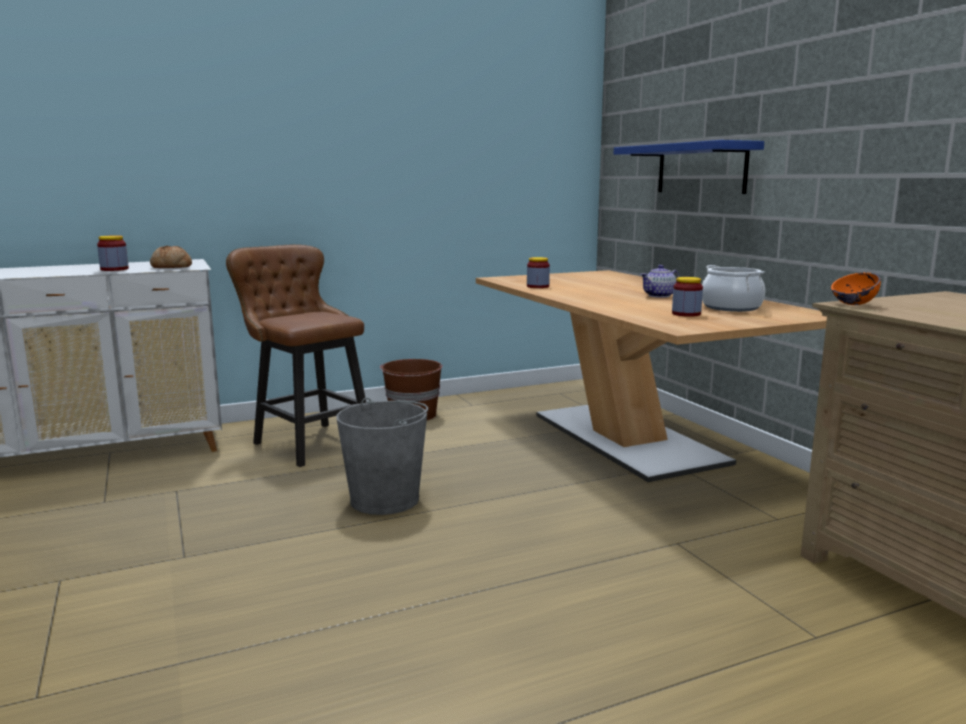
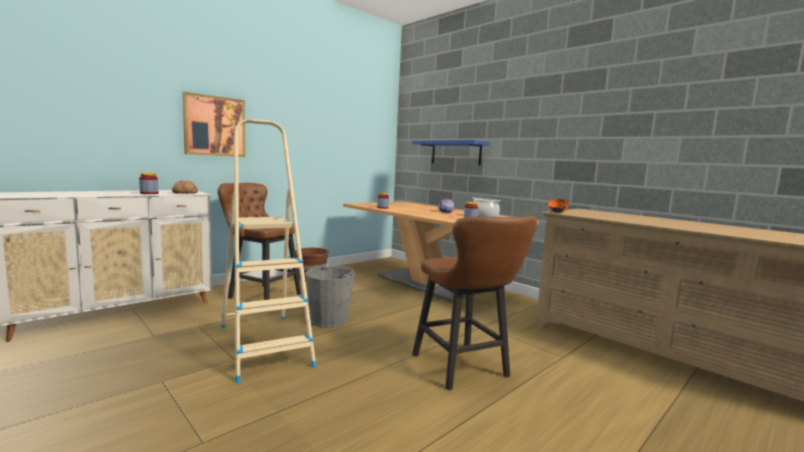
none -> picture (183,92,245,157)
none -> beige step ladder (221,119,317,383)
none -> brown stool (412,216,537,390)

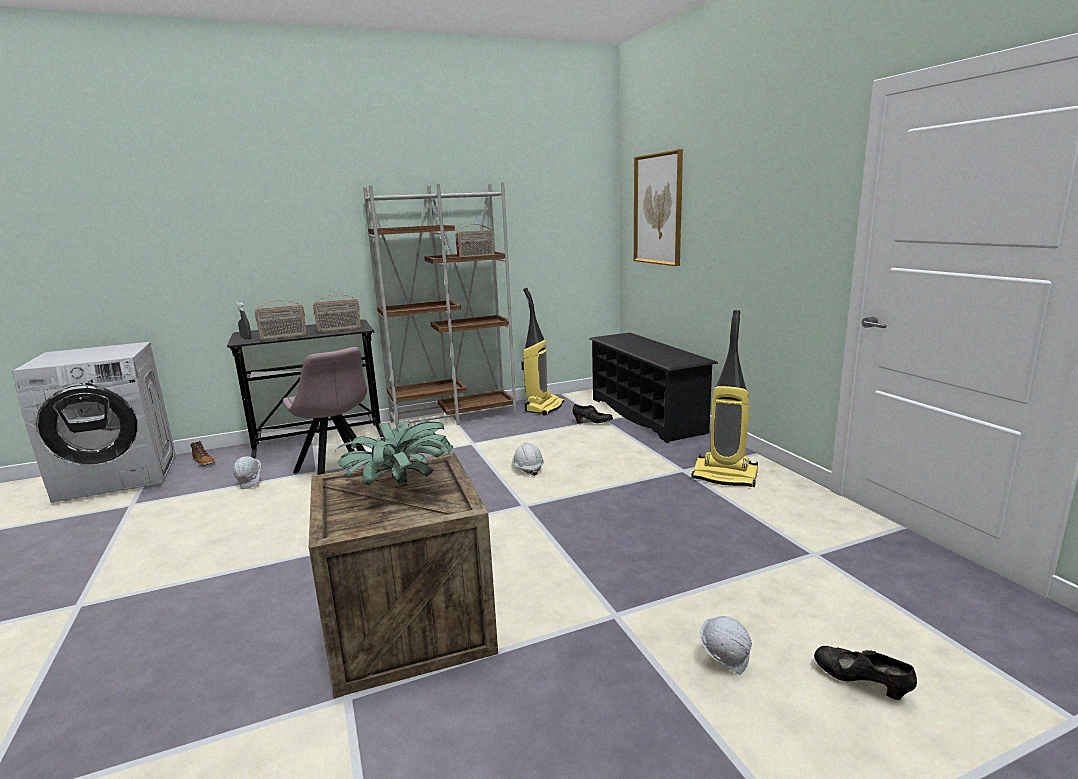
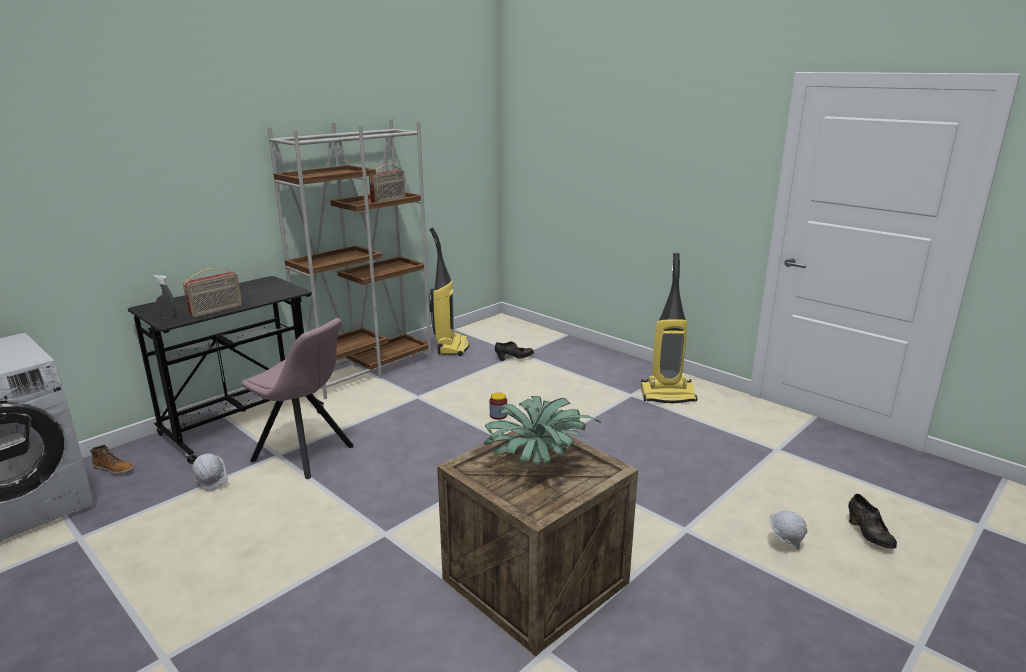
picture (634,149,683,266) -> none
radio (313,294,361,333) -> none
black shoe rack (589,333,718,443) -> none
white hard hat (512,442,544,476) -> jar (490,392,507,420)
black shoe (814,646,917,700) -> black shoe (848,494,897,549), 120 degrees counterclockwise

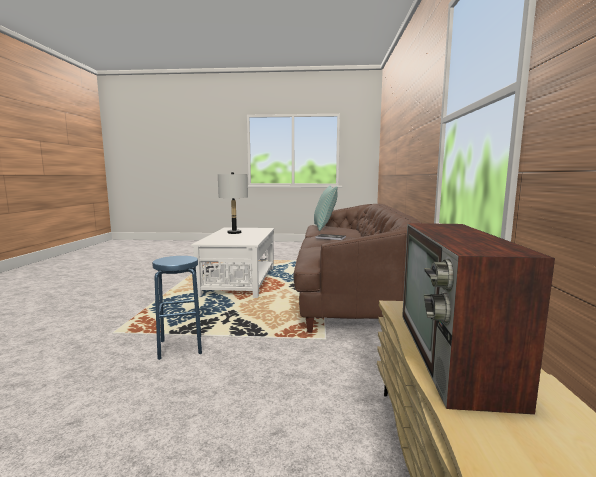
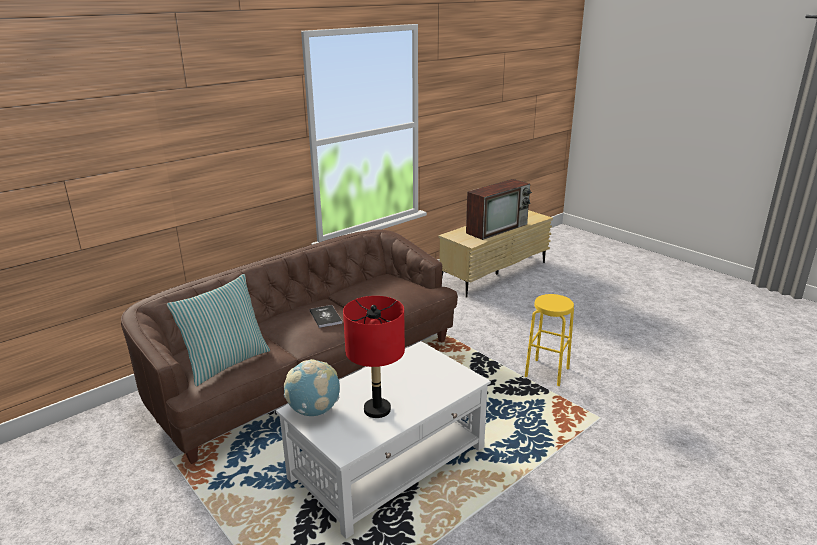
grey table lamp (218,172,248,234) -> red table lamp (343,296,405,418)
blue stool (152,256,202,360) -> yellow stool (525,294,574,386)
none -> globe (284,359,340,416)

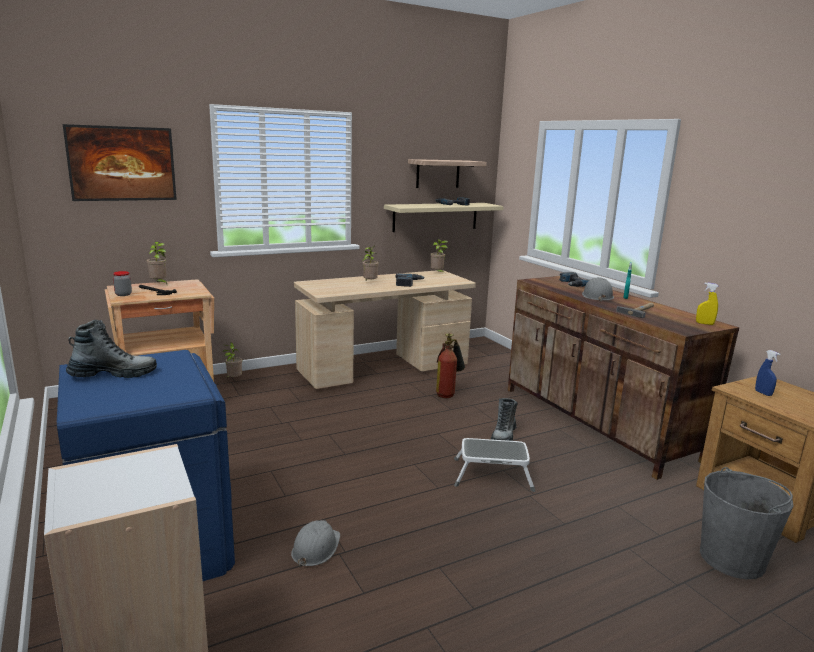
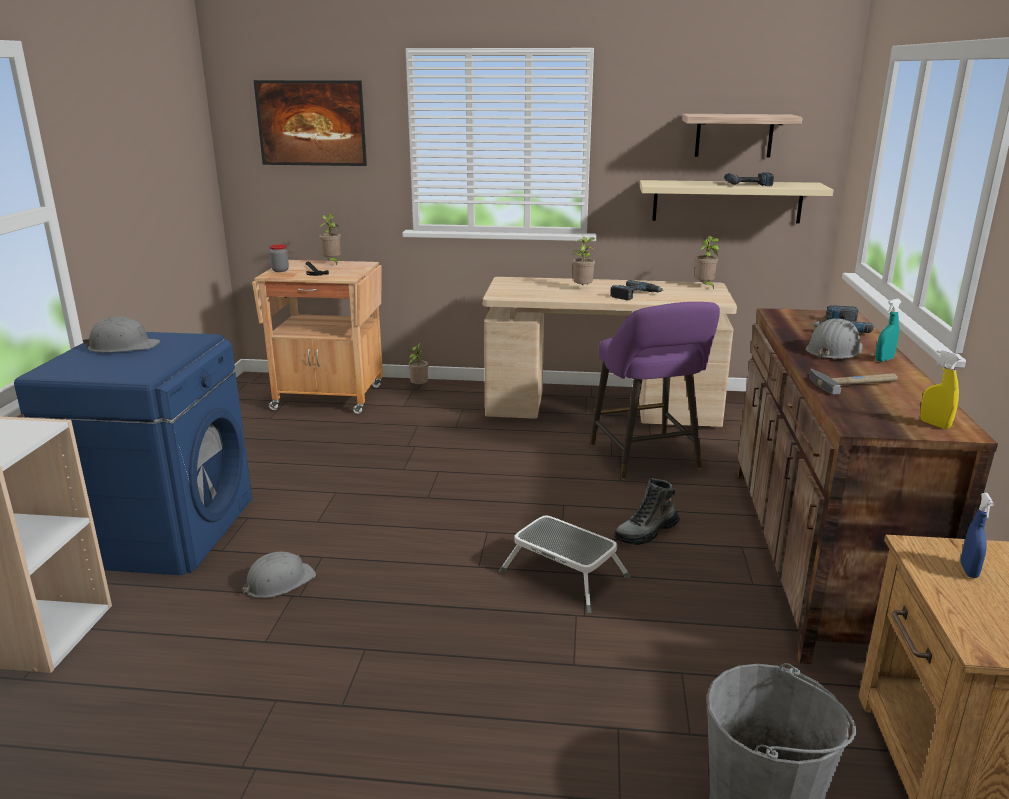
boot (66,320,157,378) -> grey hard hat (82,317,160,352)
fire extinguisher (436,333,465,398) -> purple stool (590,302,720,480)

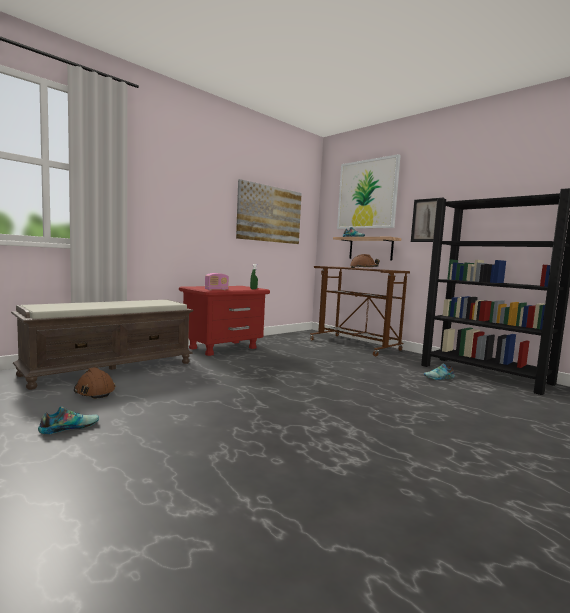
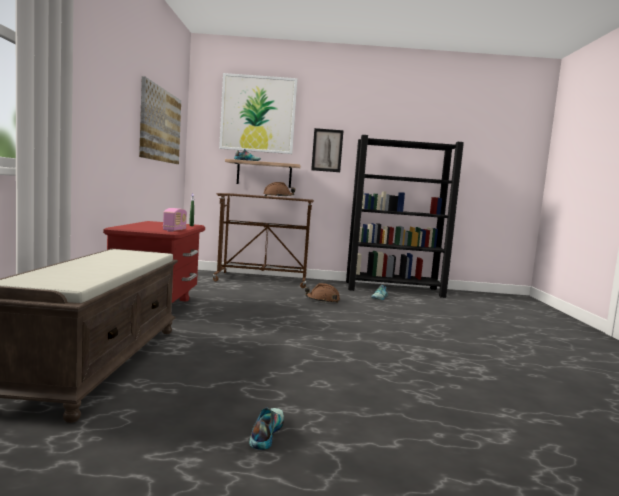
brown hard hat (74,367,116,399) -> brown hard hat (305,283,340,303), moved

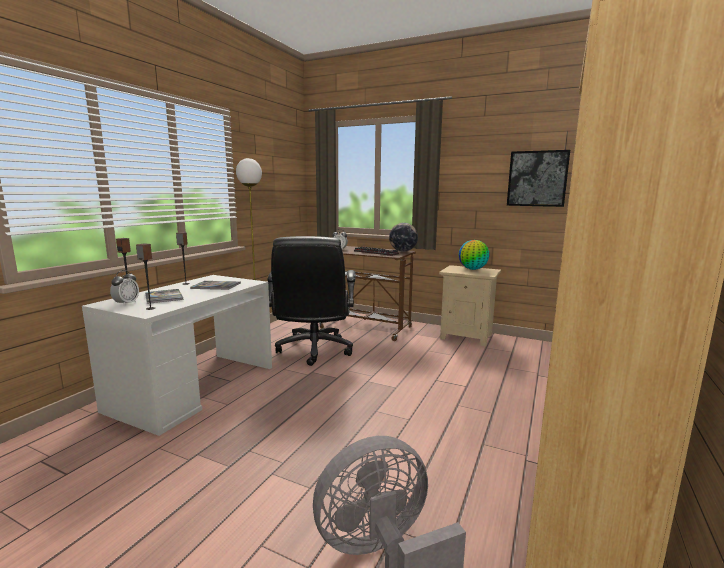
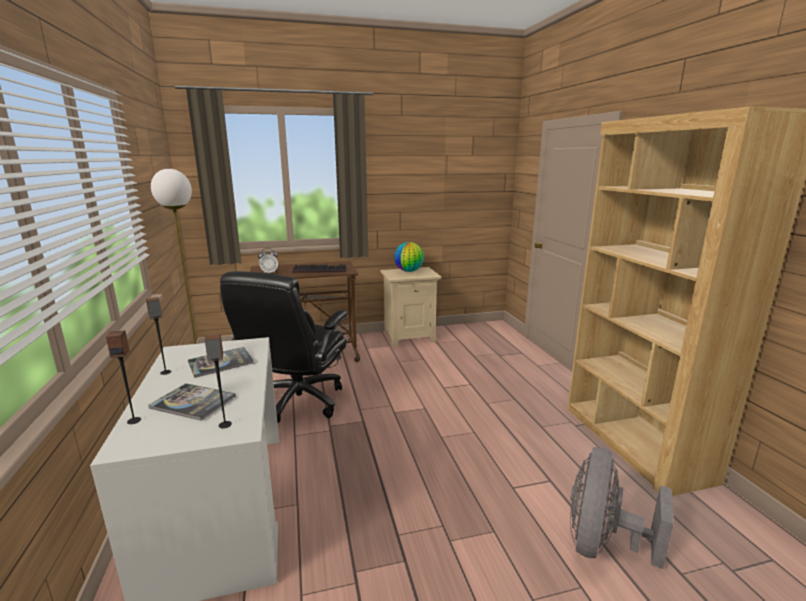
picture (507,150,570,207) -> none
globe (389,223,418,252) -> none
black office chair (267,236,356,366) -> black office chair (220,271,347,423), 60 degrees clockwise
alarm clock (110,270,139,306) -> none

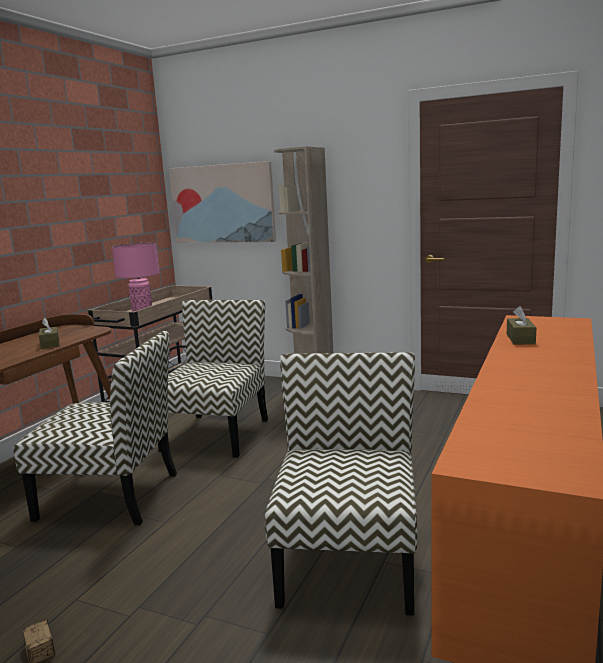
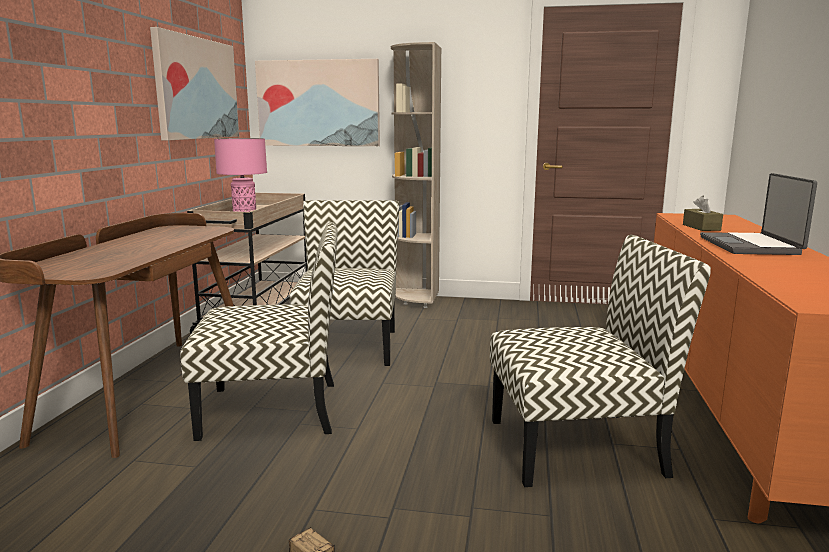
brown tissue box (39,318,59,349) -> none
chair (265,352,417,616) -> chair (490,235,711,487), 90 degrees clockwise
none -> picture (150,27,239,141)
none -> laptop (700,173,817,255)

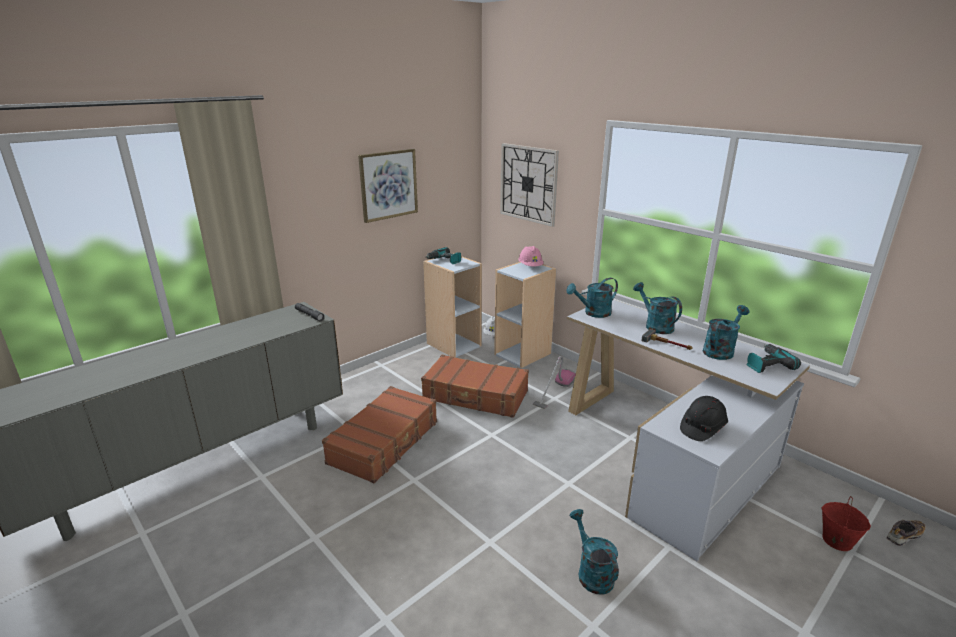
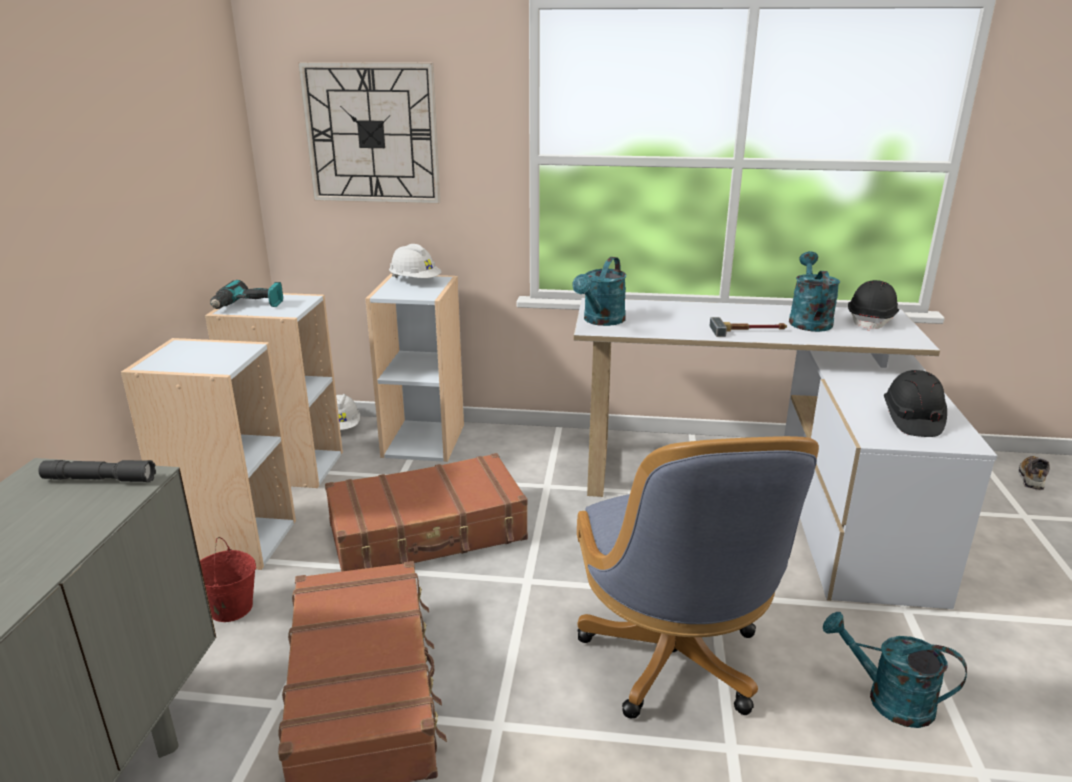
picture (358,149,418,223) -> none
pink hard hat (518,246,544,266) -> white hard hat (389,244,441,278)
turquoise watering can (633,282,682,334) -> none
power drill (747,344,801,373) -> black hard hat (848,280,899,331)
vacuum cleaner (533,356,576,409) -> none
red bucket (821,496,871,551) -> red bucket (200,537,256,622), moved
none -> bookcase (121,338,296,570)
none -> blue office chair (577,436,819,718)

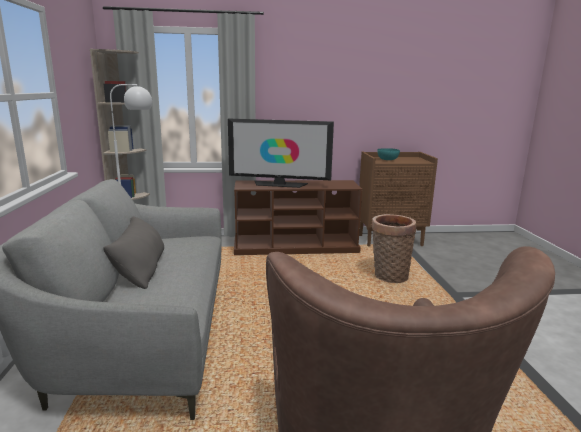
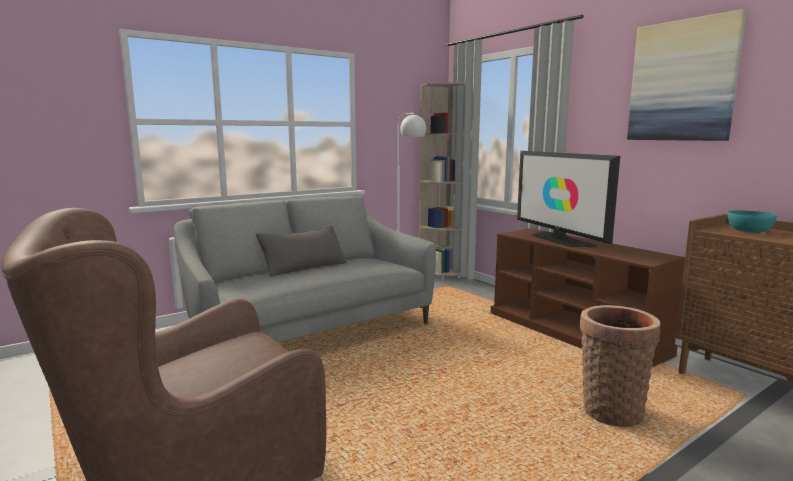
none -> picture (627,9,746,141)

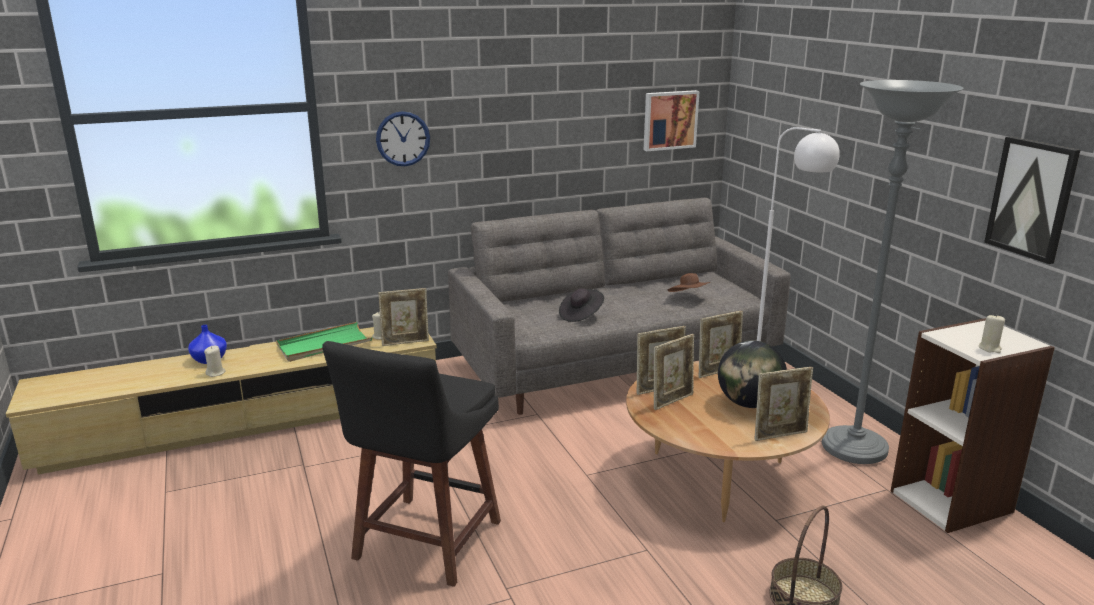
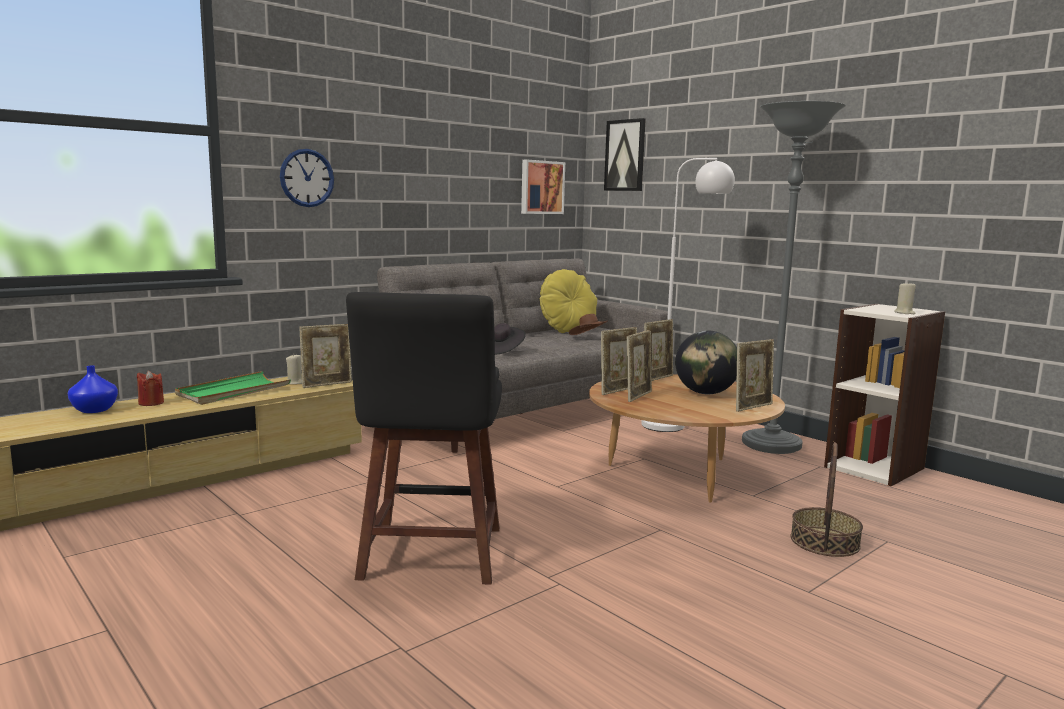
picture (984,136,1080,264) -> picture (604,118,646,191), moved
beige candle (204,345,226,377) -> none
none -> yellow pillow (540,269,597,333)
none -> red candle (137,371,164,406)

